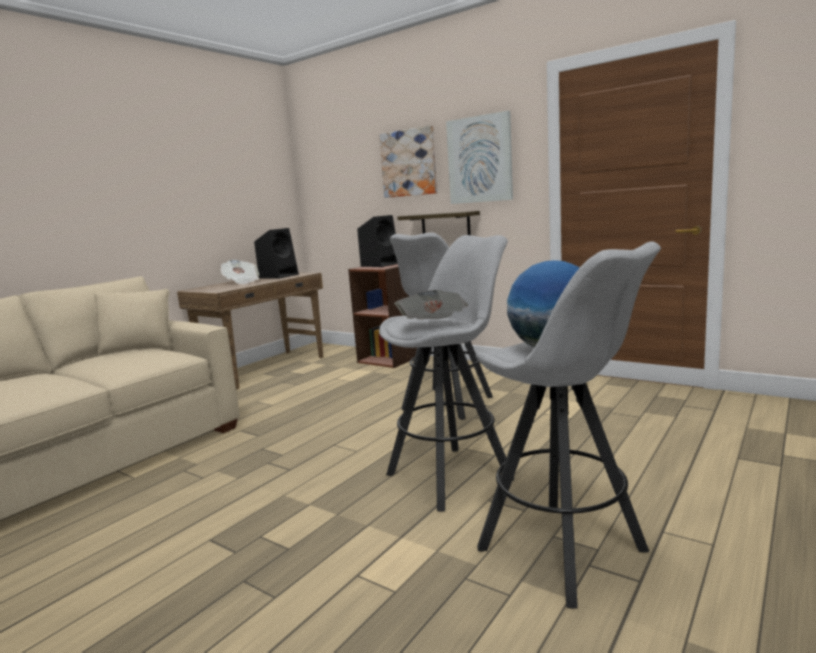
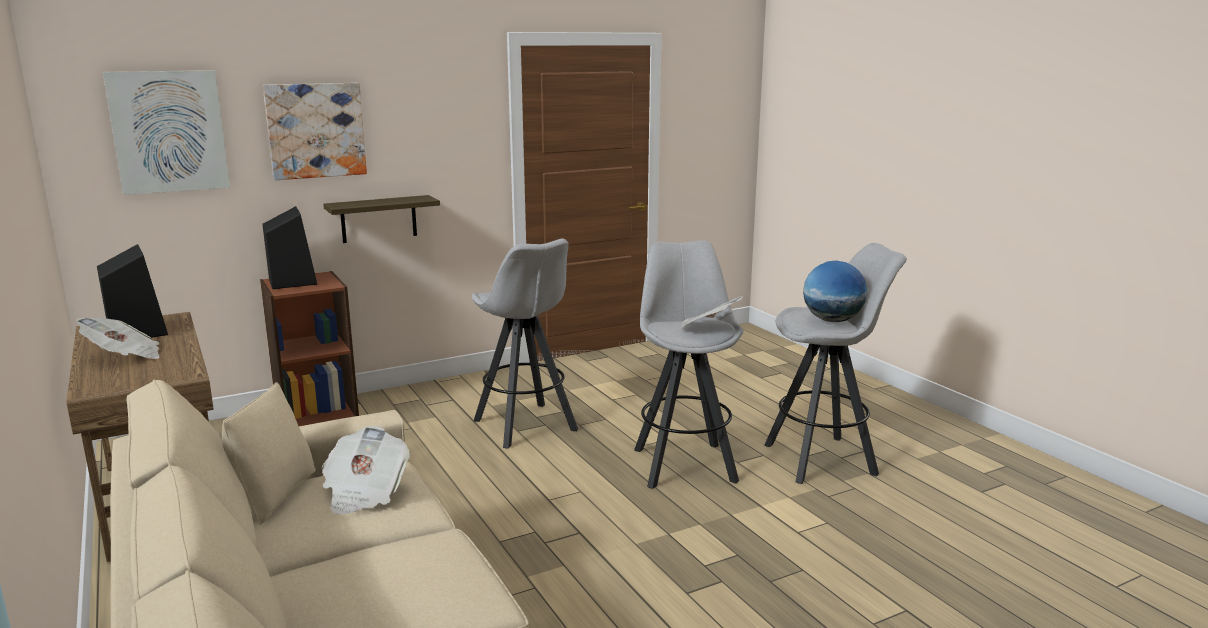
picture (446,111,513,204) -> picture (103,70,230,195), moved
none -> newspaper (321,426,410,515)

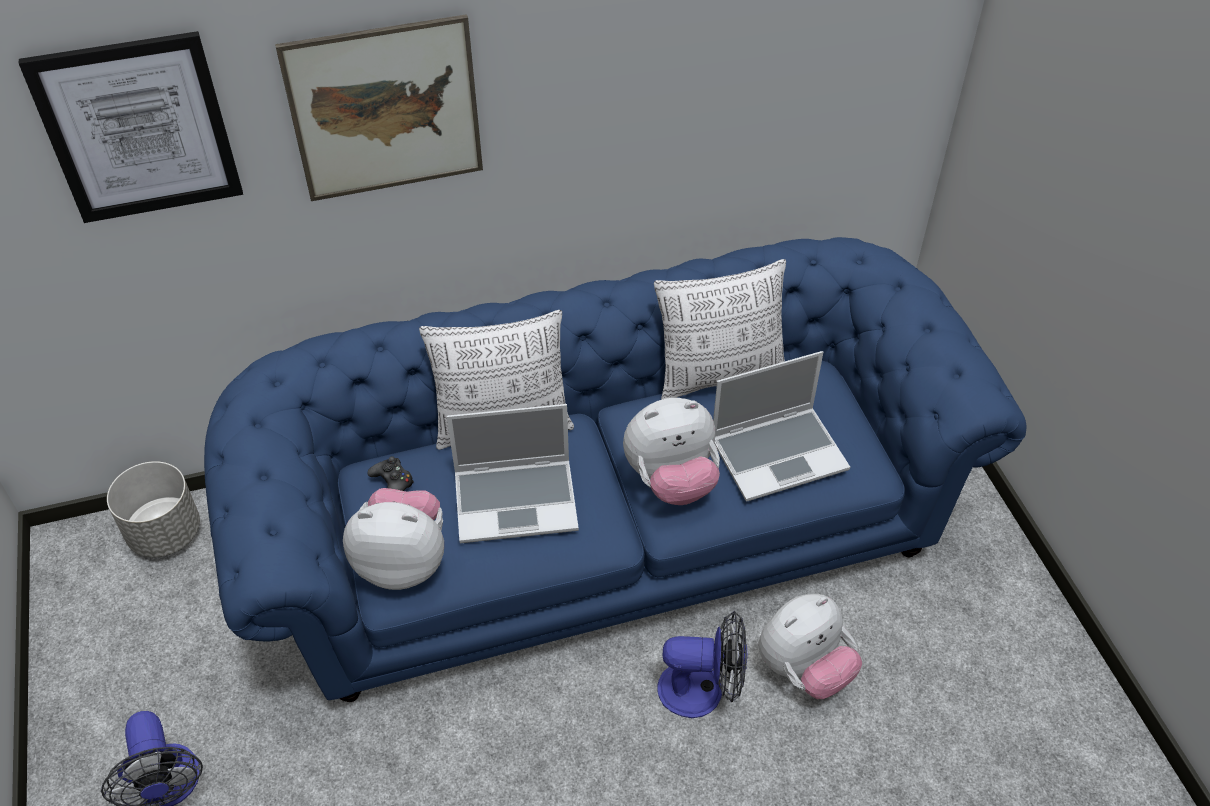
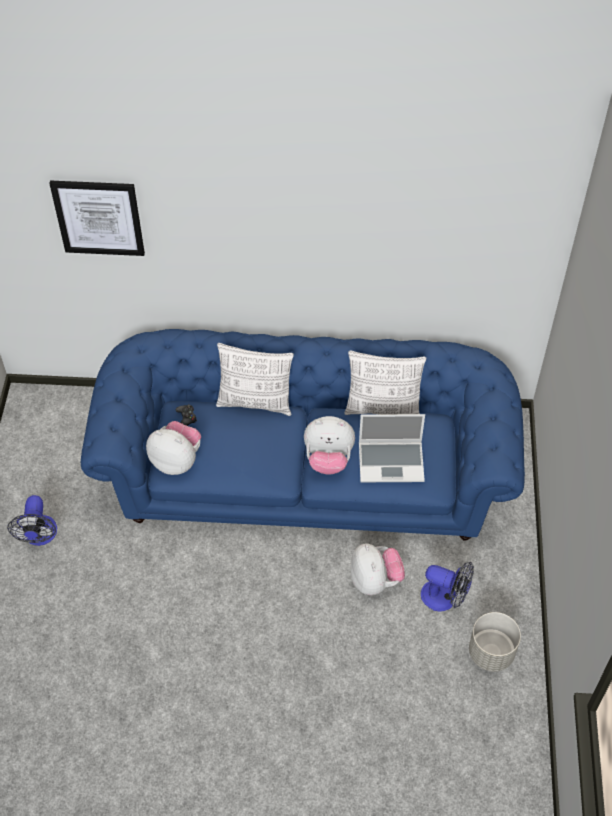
picture (275,14,483,201) -> none
laptop (447,404,579,543) -> none
grey planter (107,461,200,557) -> grey planter (469,612,521,672), moved
plush toy (759,594,862,699) -> plush toy (350,543,405,595), 90 degrees counterclockwise
fan (657,611,747,718) -> fan (421,562,474,612), moved

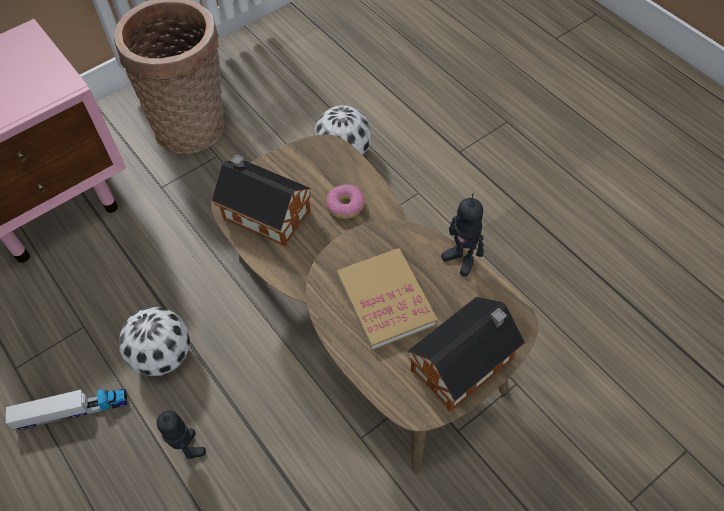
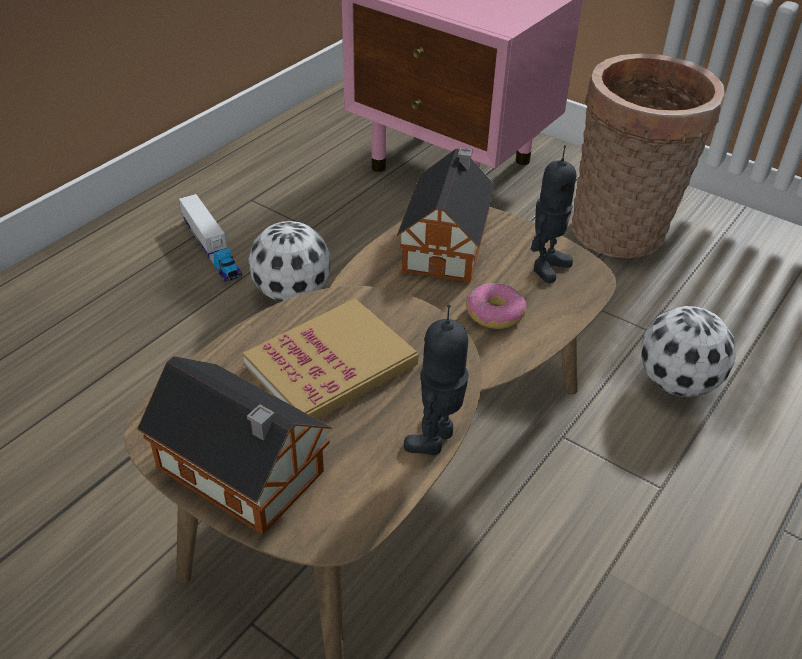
toy robot (157,411,206,459) -> toy robot (531,145,576,283), moved

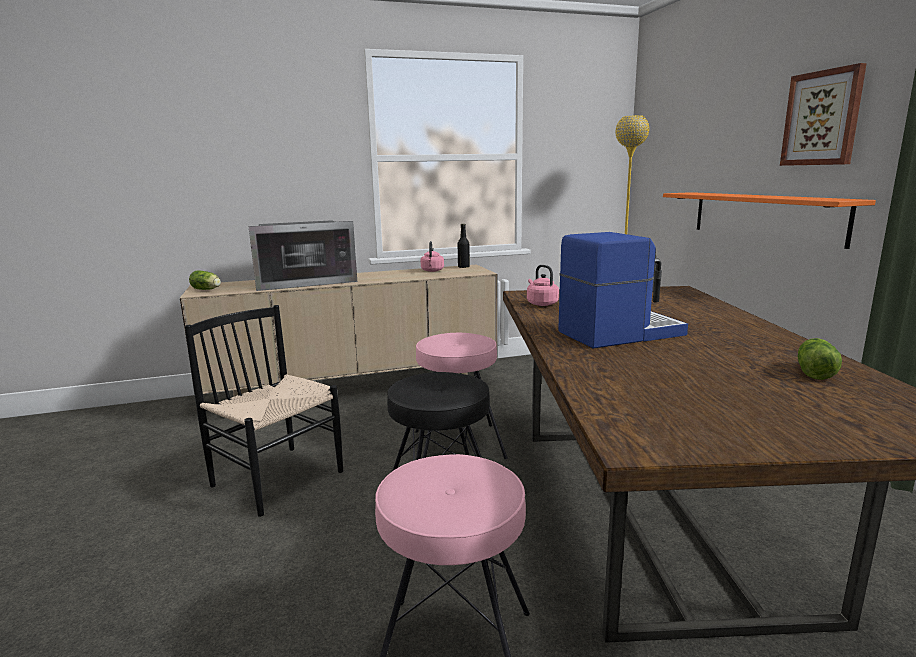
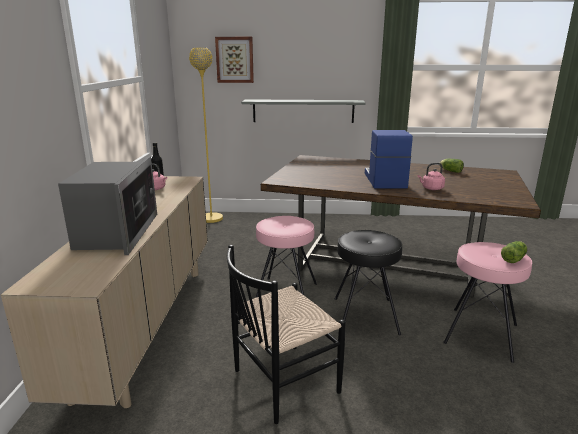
picture (780,63,867,166) -> picture (215,37,254,83), moved
orange shelf (663,192,876,249) -> grey shelf (241,99,366,123)
pink kettle (527,265,559,306) -> pink kettle (418,163,445,190), moved
lettuce (189,270,221,290) -> lettuce (501,241,527,263), moved

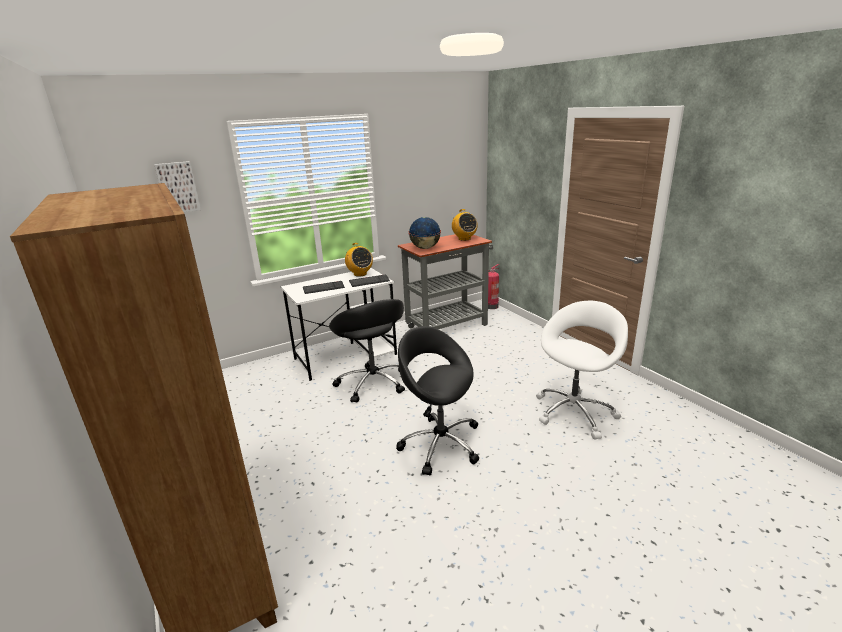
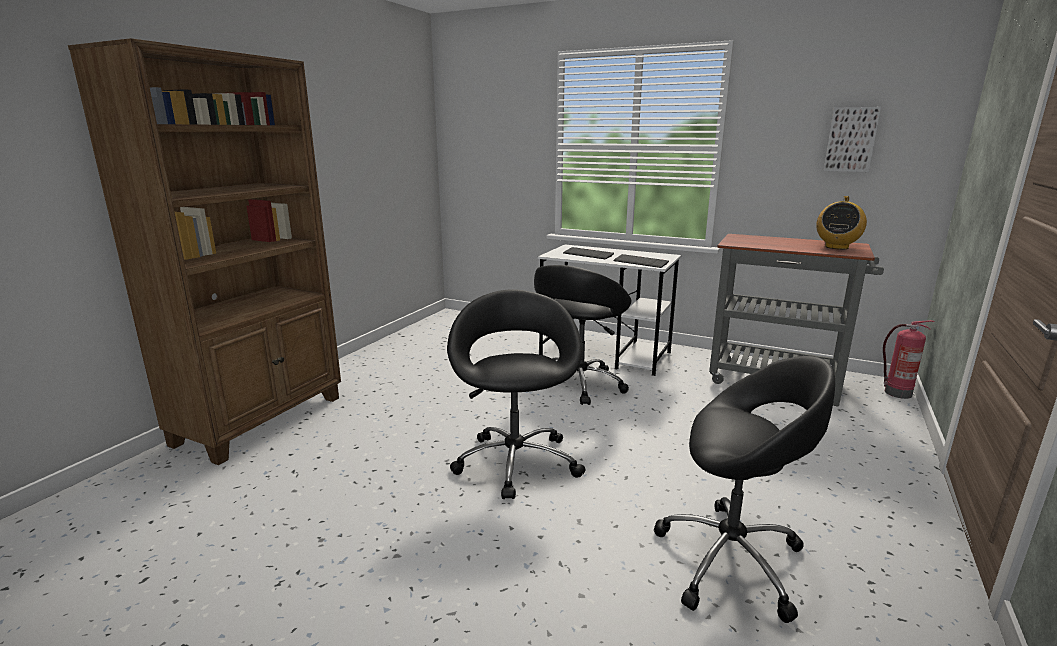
picture (154,161,201,212) -> picture (824,107,881,172), moved
globe (408,217,441,249) -> none
radio (345,243,373,276) -> none
white office chair (536,301,628,439) -> black office chair (654,356,835,623)

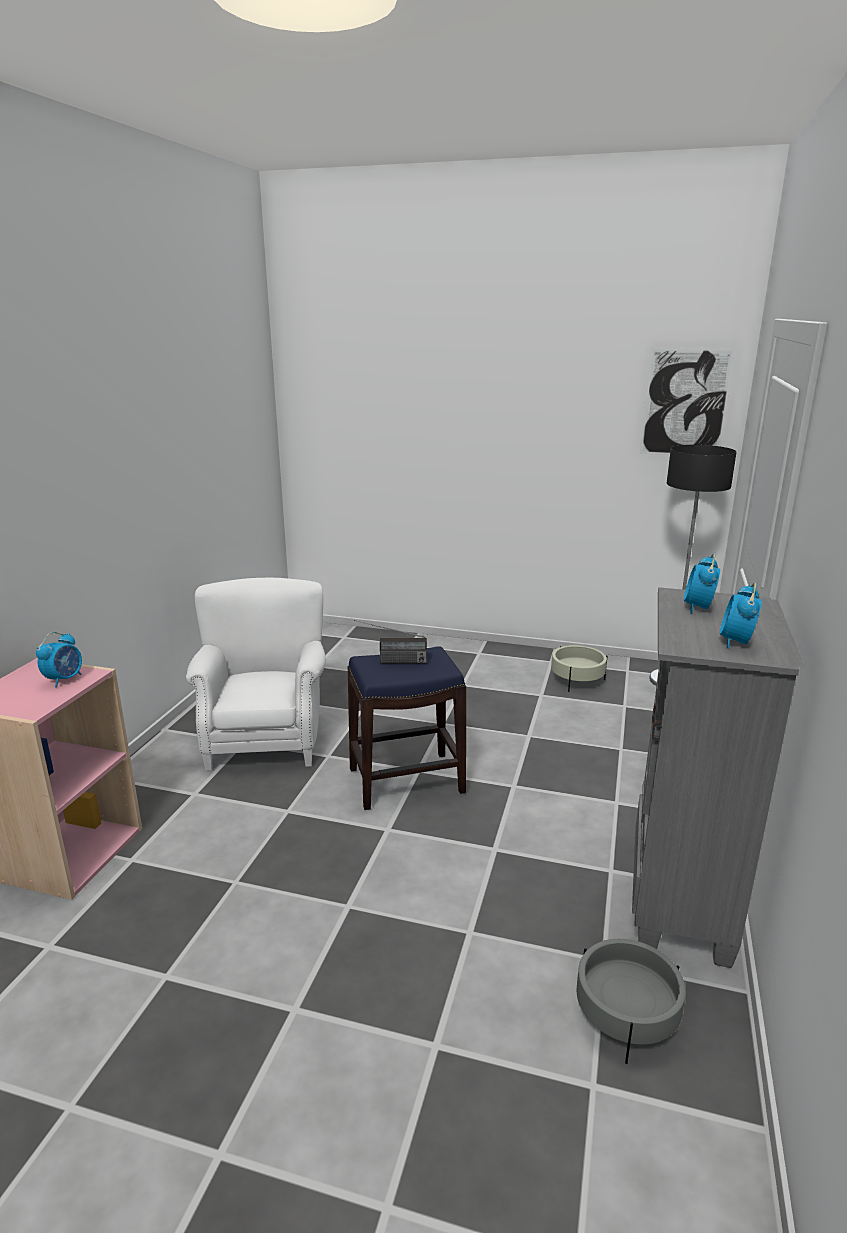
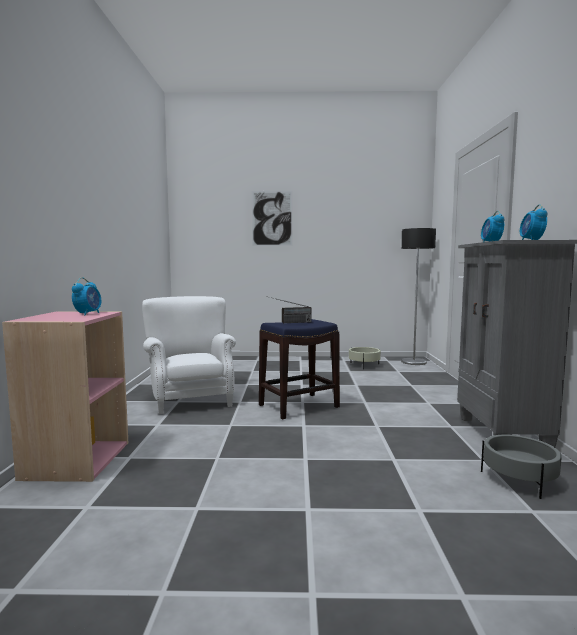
picture (639,347,735,455) -> picture (252,191,292,246), moved

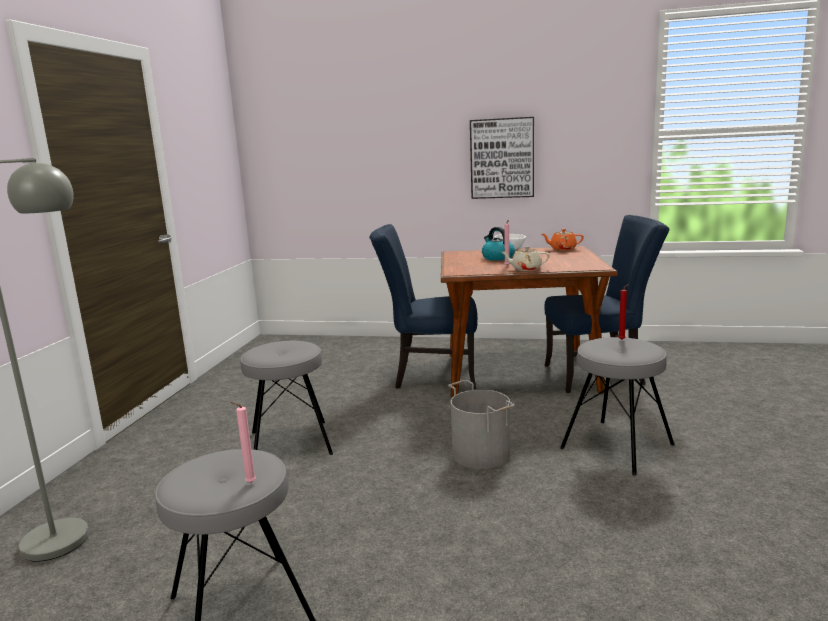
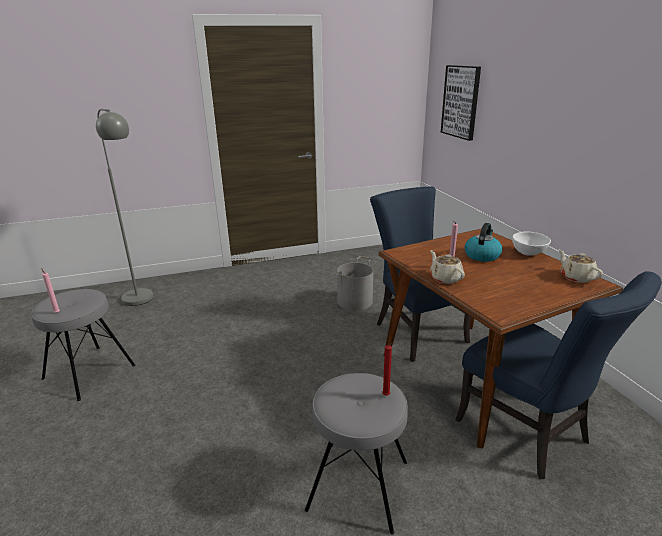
picture (470,117,534,199) -> picture (441,65,481,141), moved
orange teapot (542,229,584,250) -> beige teapot (558,249,603,283)
grey stool (240,341,333,455) -> none
grey bucket (448,380,514,469) -> grey bucket (337,256,373,311), moved

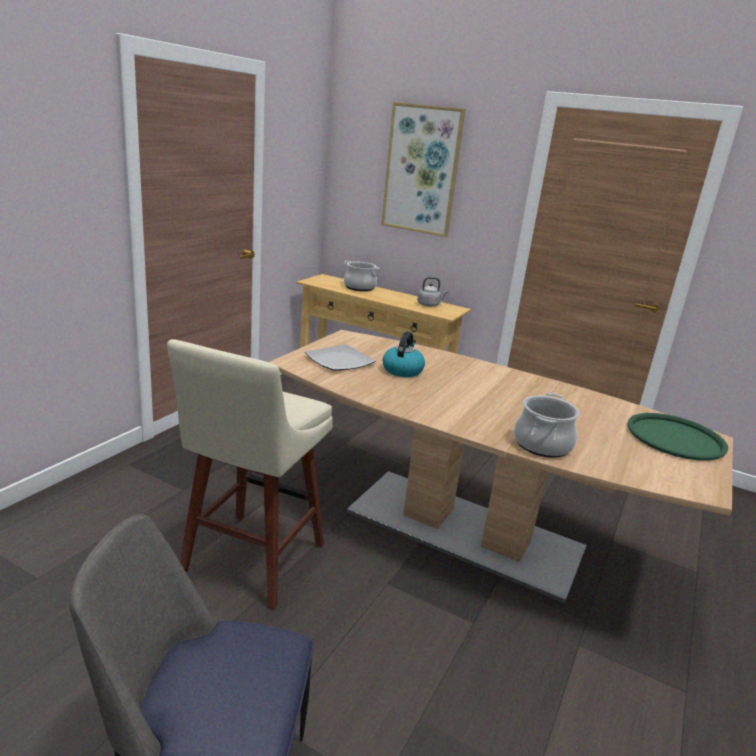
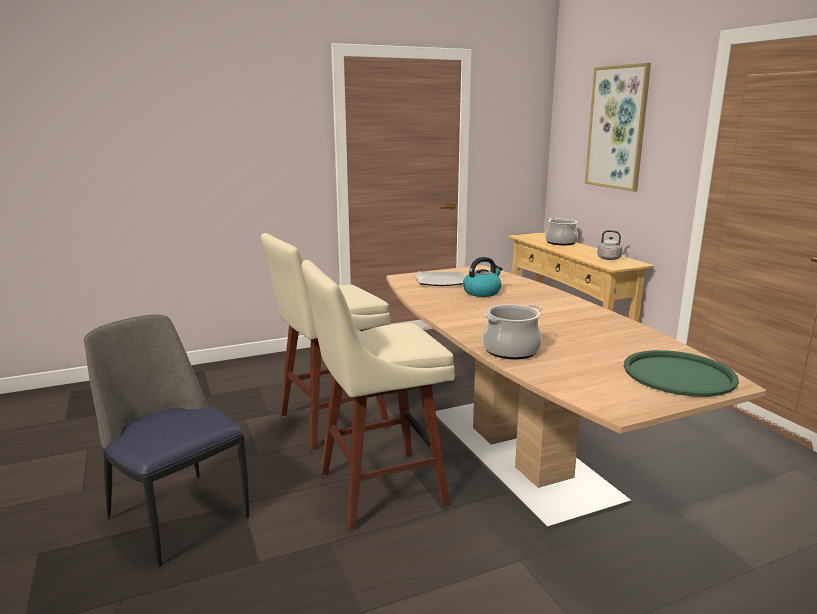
none -> beige stool (302,260,455,531)

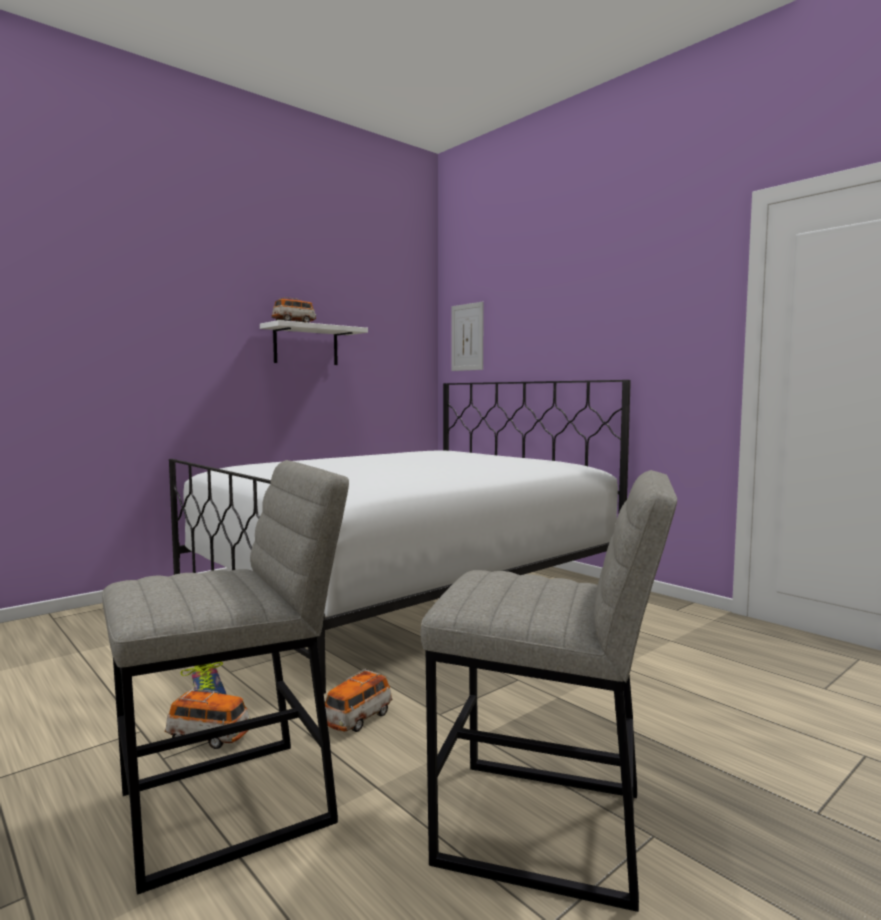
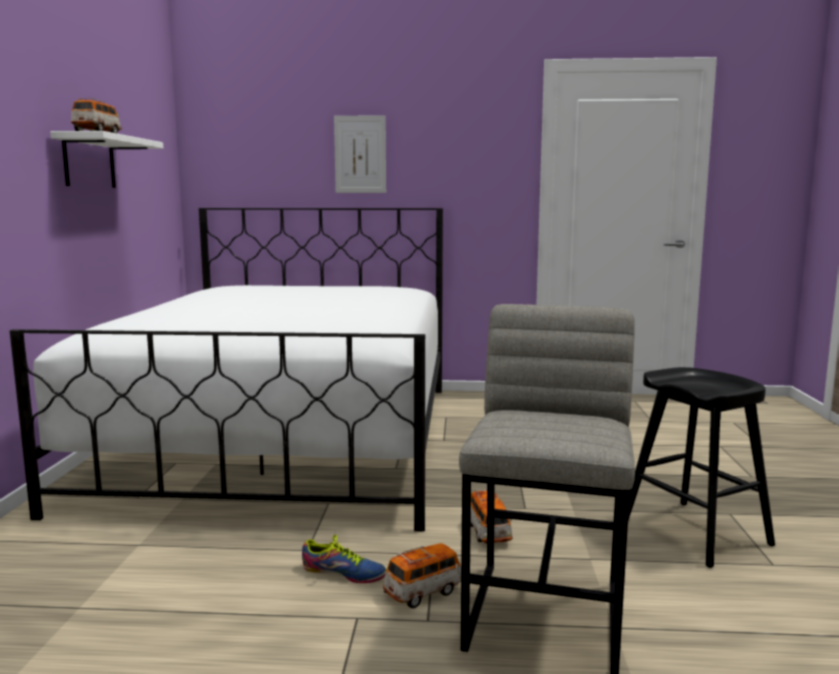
picture (451,302,484,371) -> picture (334,115,386,193), moved
grey chair (421,470,677,912) -> black stool (628,367,775,568)

